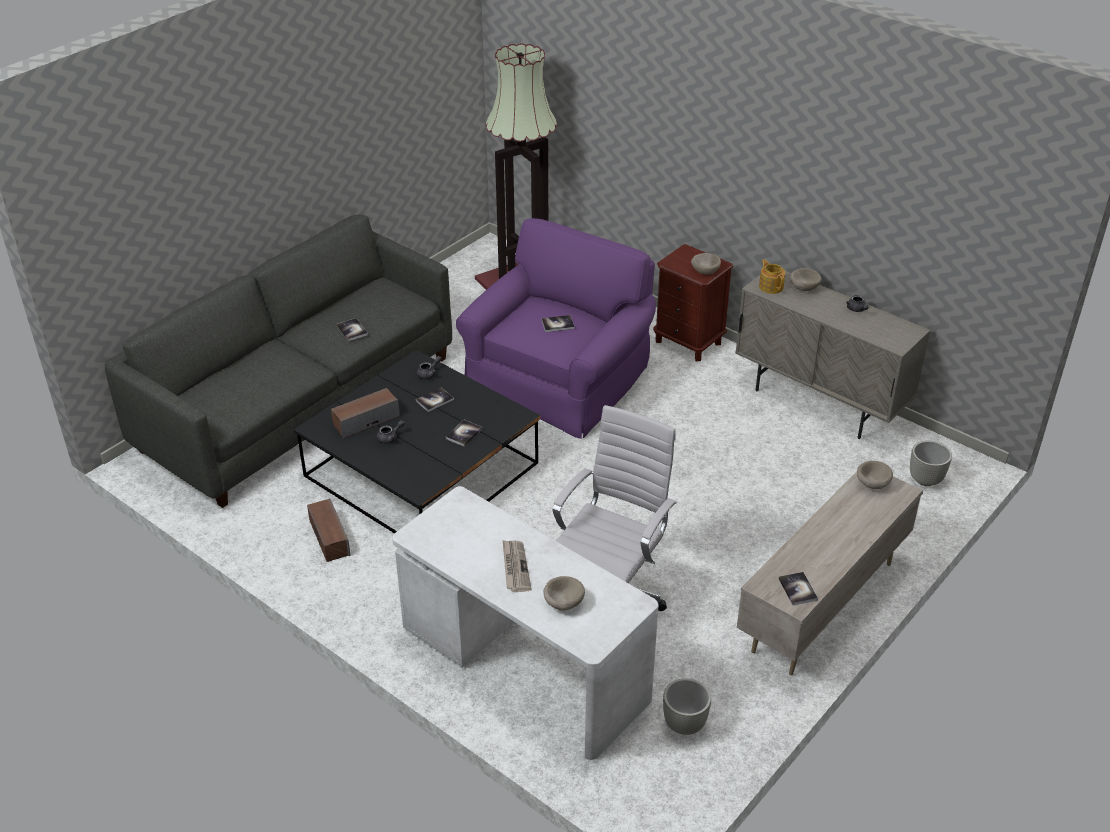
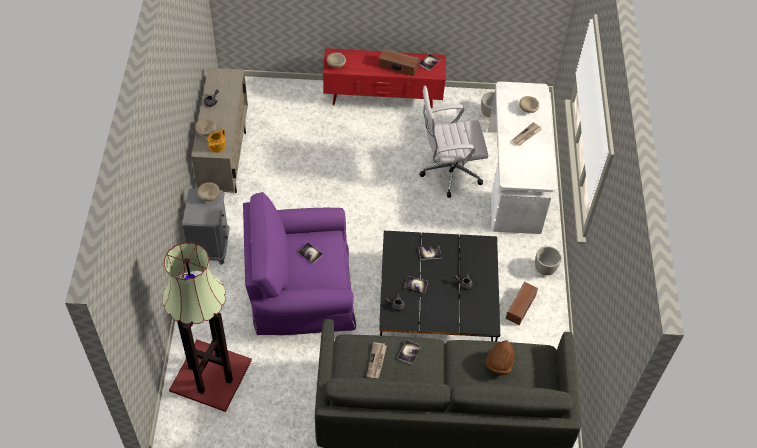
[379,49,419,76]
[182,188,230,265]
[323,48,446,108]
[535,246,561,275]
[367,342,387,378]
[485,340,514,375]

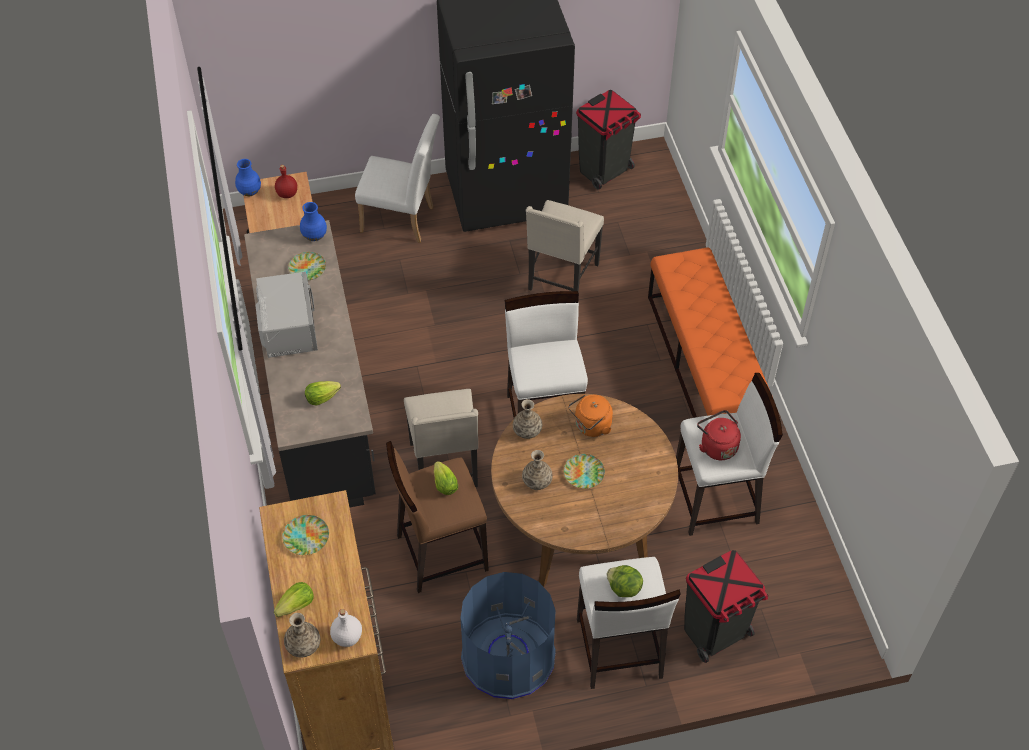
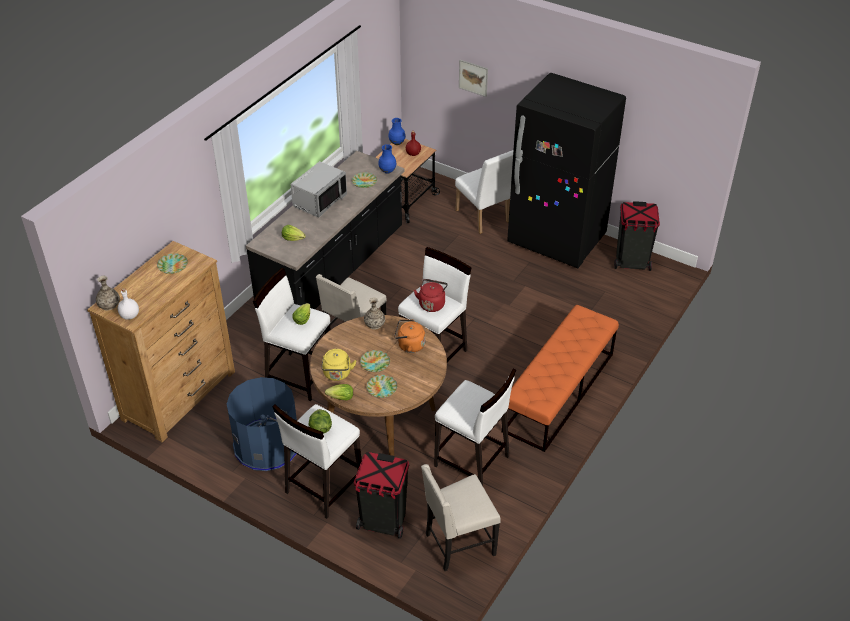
[325,384,353,401]
[253,268,331,401]
[522,450,553,490] (first image)
[421,464,501,571]
[414,279,448,312]
[321,349,357,381]
[366,375,397,398]
[459,60,488,97]

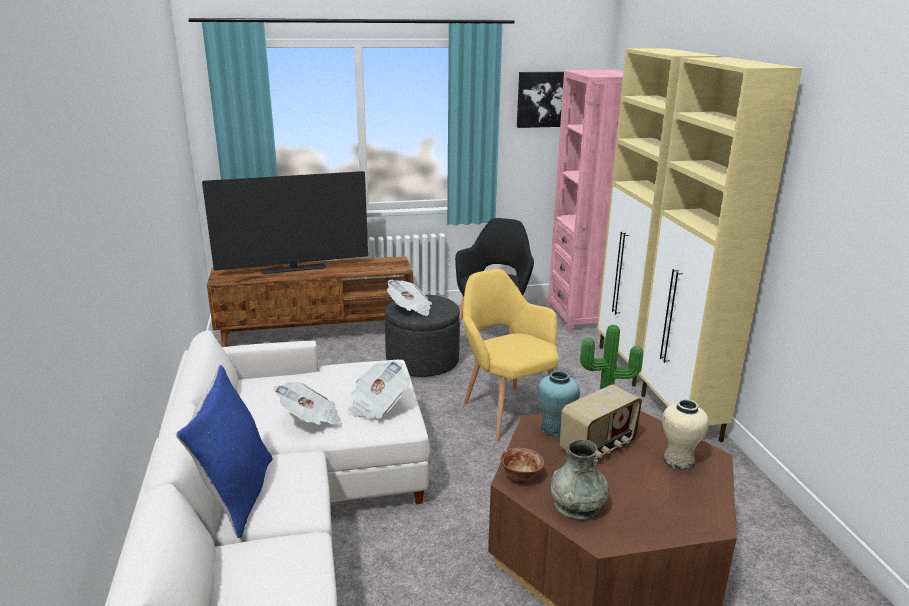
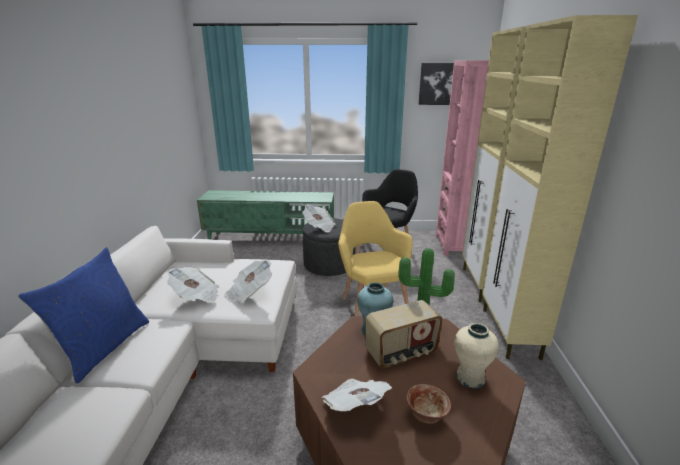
[202,171,368,274] (first image)
[197,190,334,239]
[407,384,451,424]
[322,378,392,411]

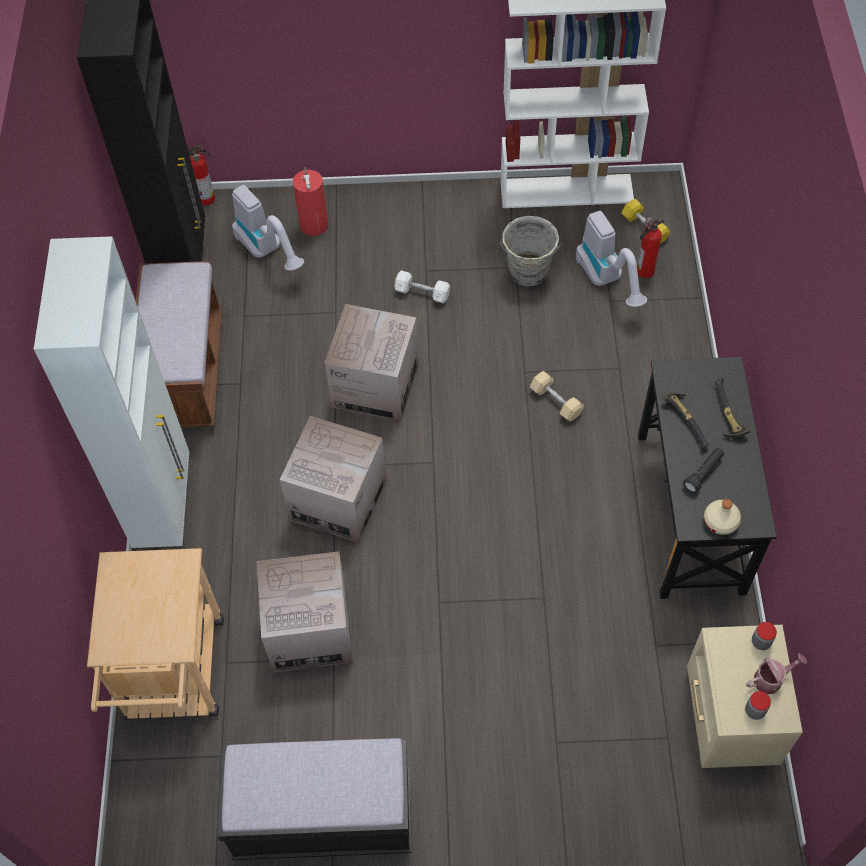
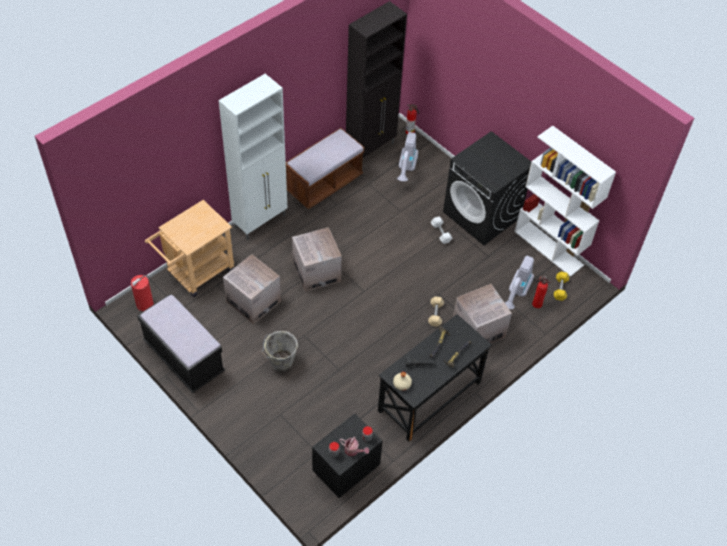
[131,275,154,311]
[453,284,512,344]
[262,331,298,371]
[312,413,383,498]
[443,131,531,245]

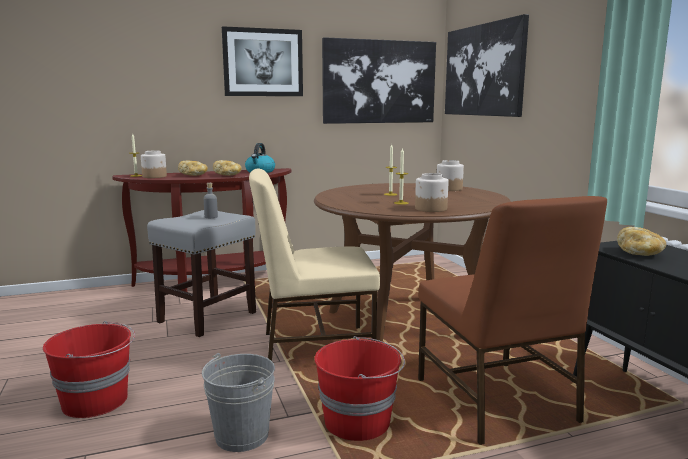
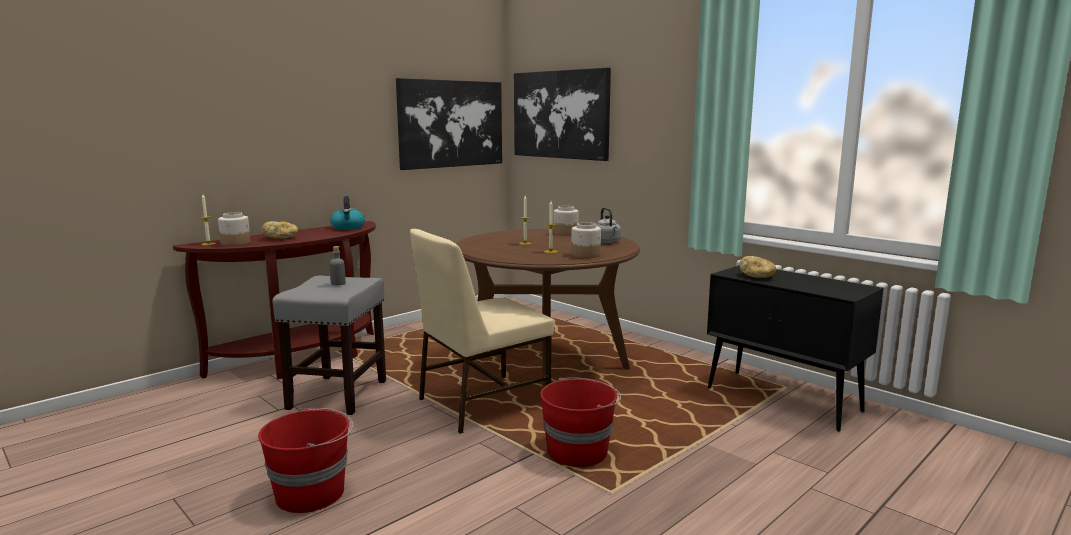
[202,353,275,452] (first image)
[213,160,242,176] (first image)
[222,26,303,96] (first image)
[418,196,607,445] (first image)
[596,207,621,243]

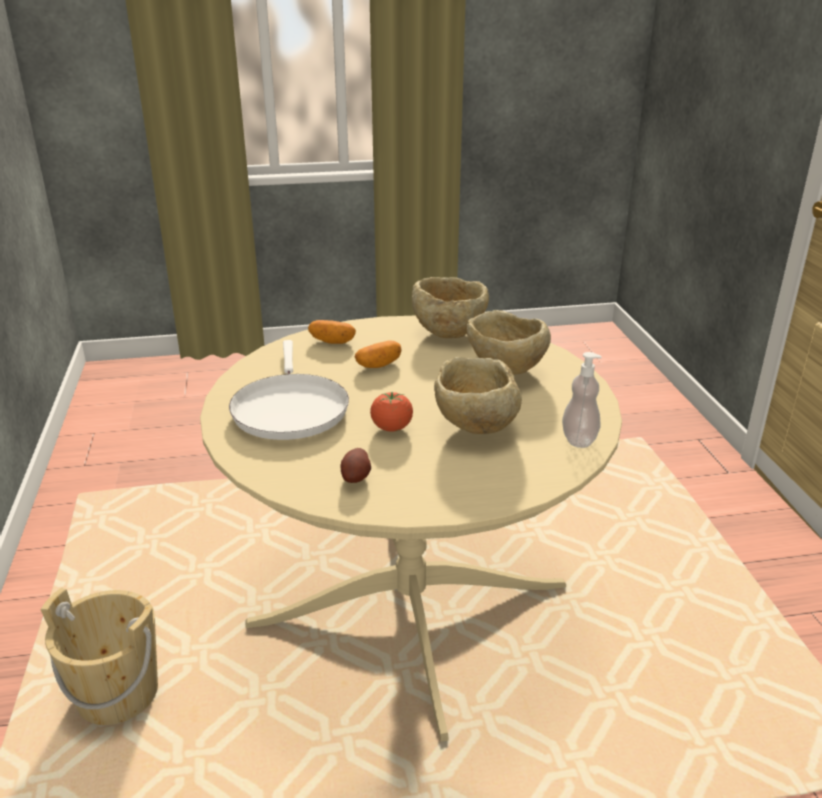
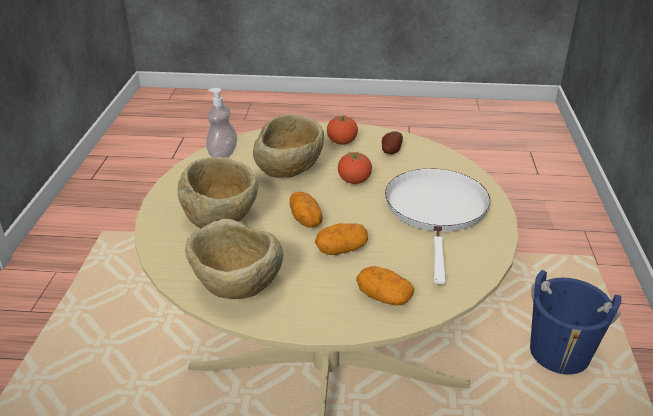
[530,270,621,375]
[289,192,323,228]
[327,115,358,145]

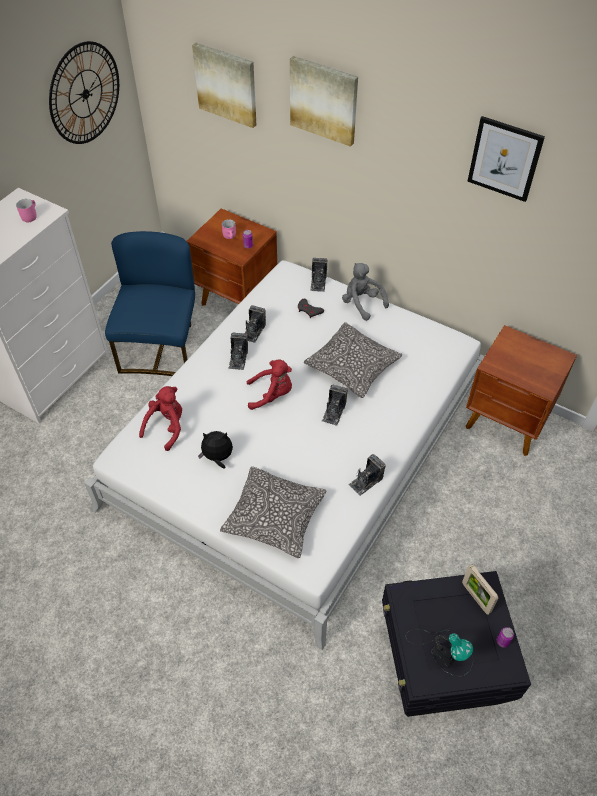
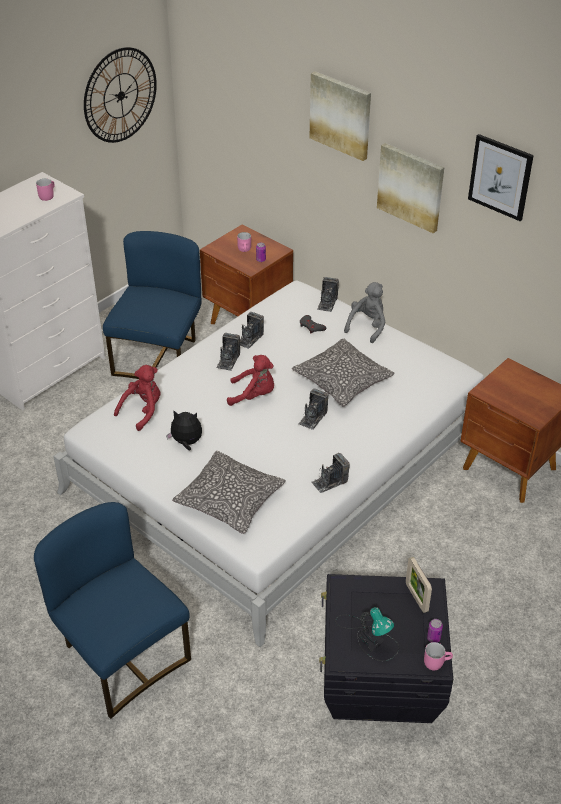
[377,143,444,233]
[344,282,386,343]
[34,502,191,719]
[424,642,453,670]

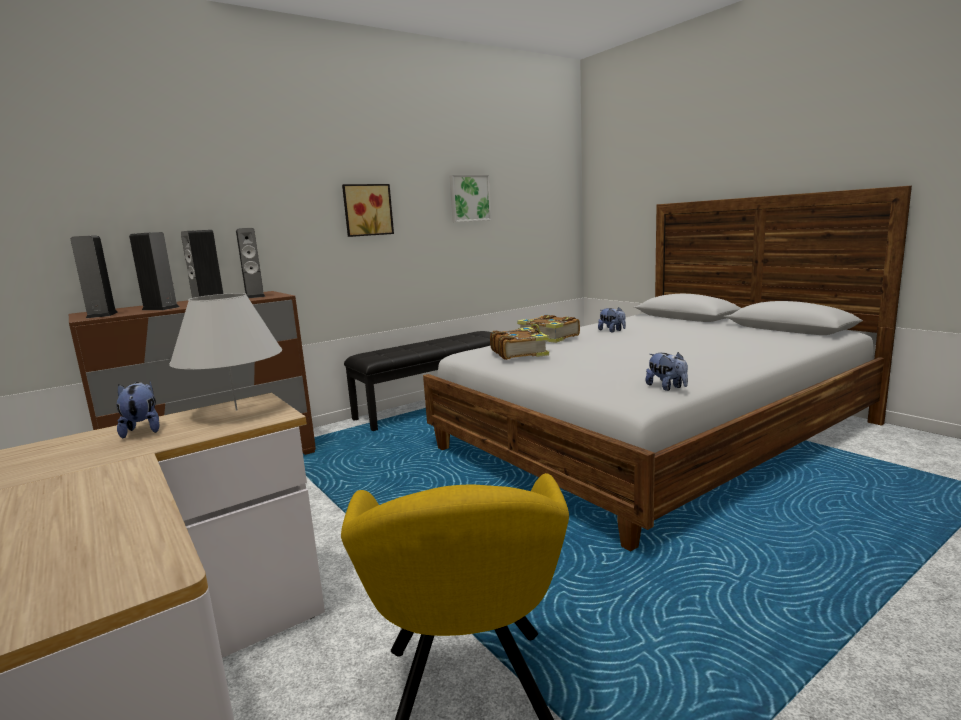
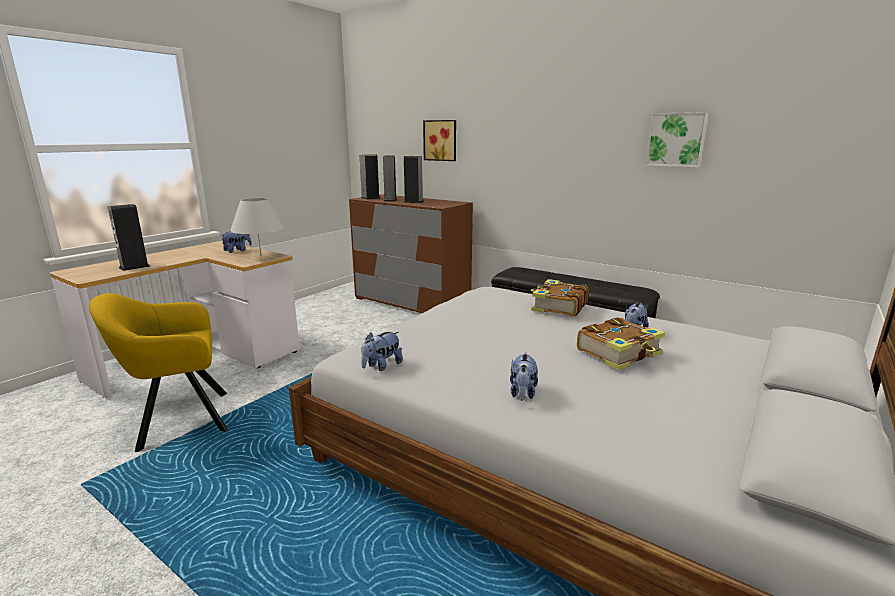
[108,204,150,271]
[423,120,456,161]
[577,317,665,370]
[510,352,538,401]

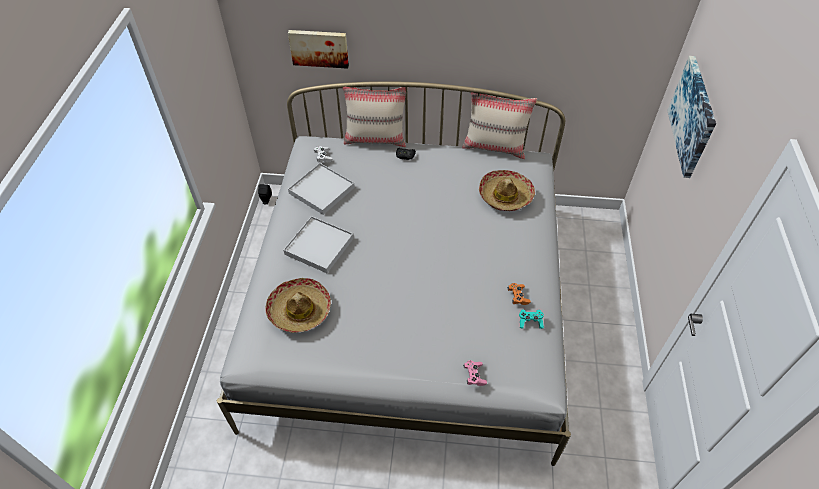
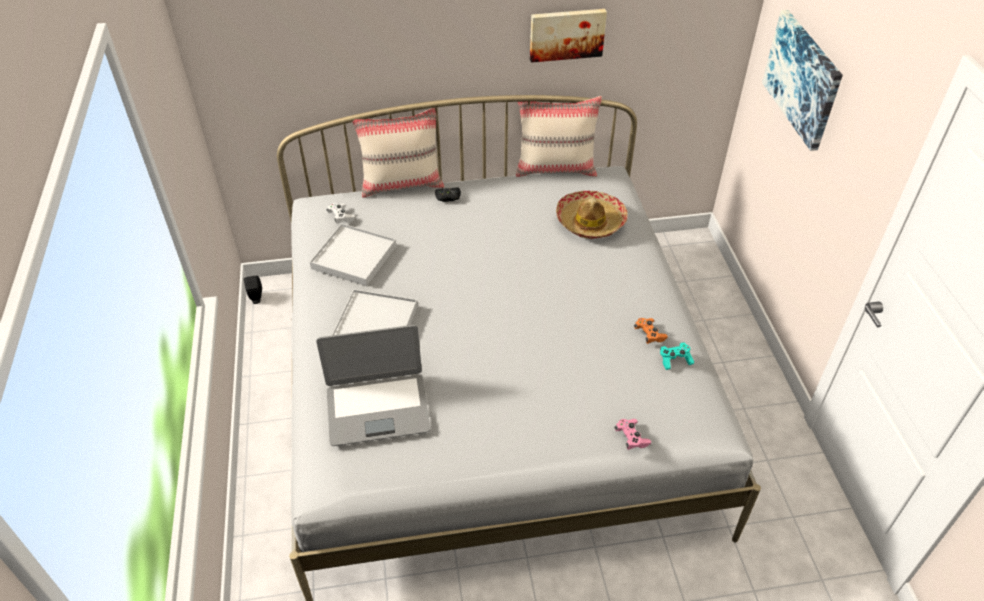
[316,325,431,446]
[530,9,607,63]

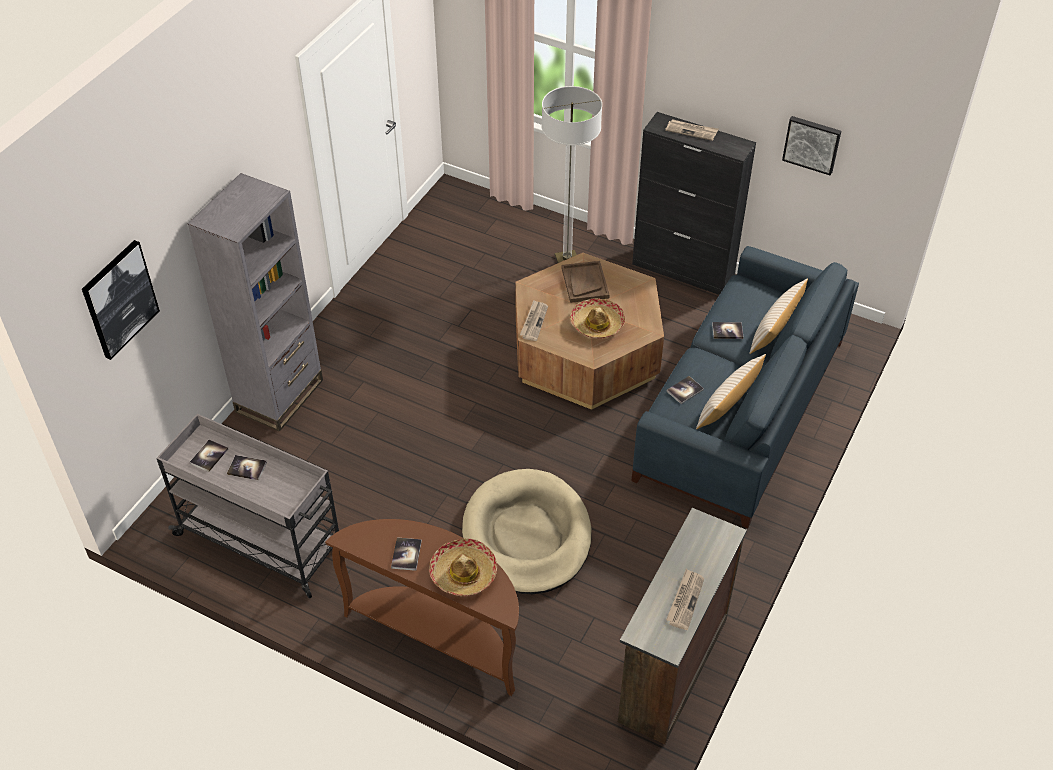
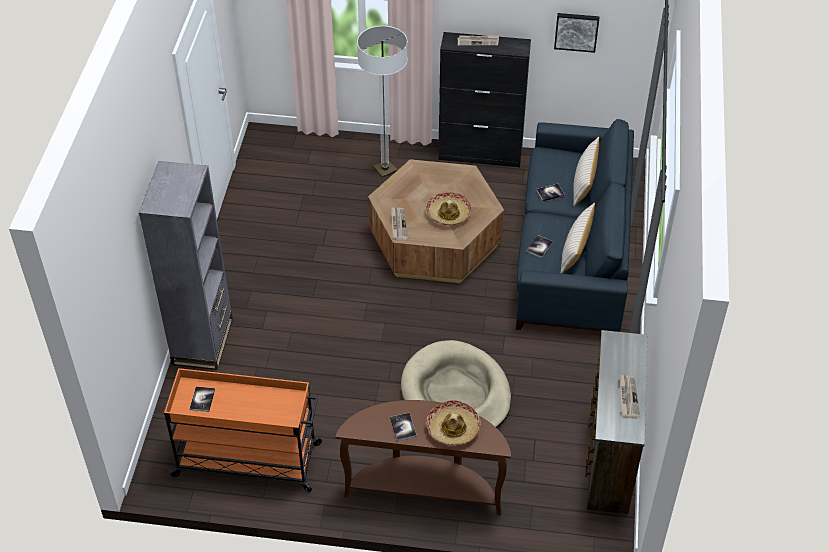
[82,240,160,360] (first image)
[164,368,322,492]
[227,455,267,480] (first image)
[562,261,610,303] (first image)

